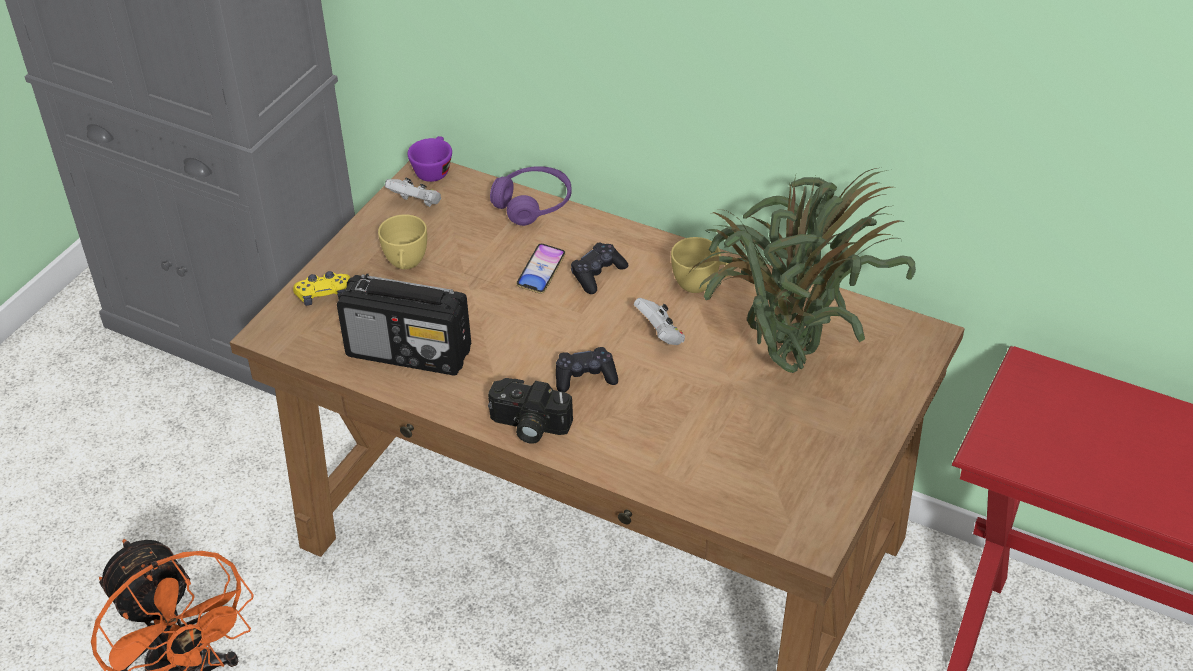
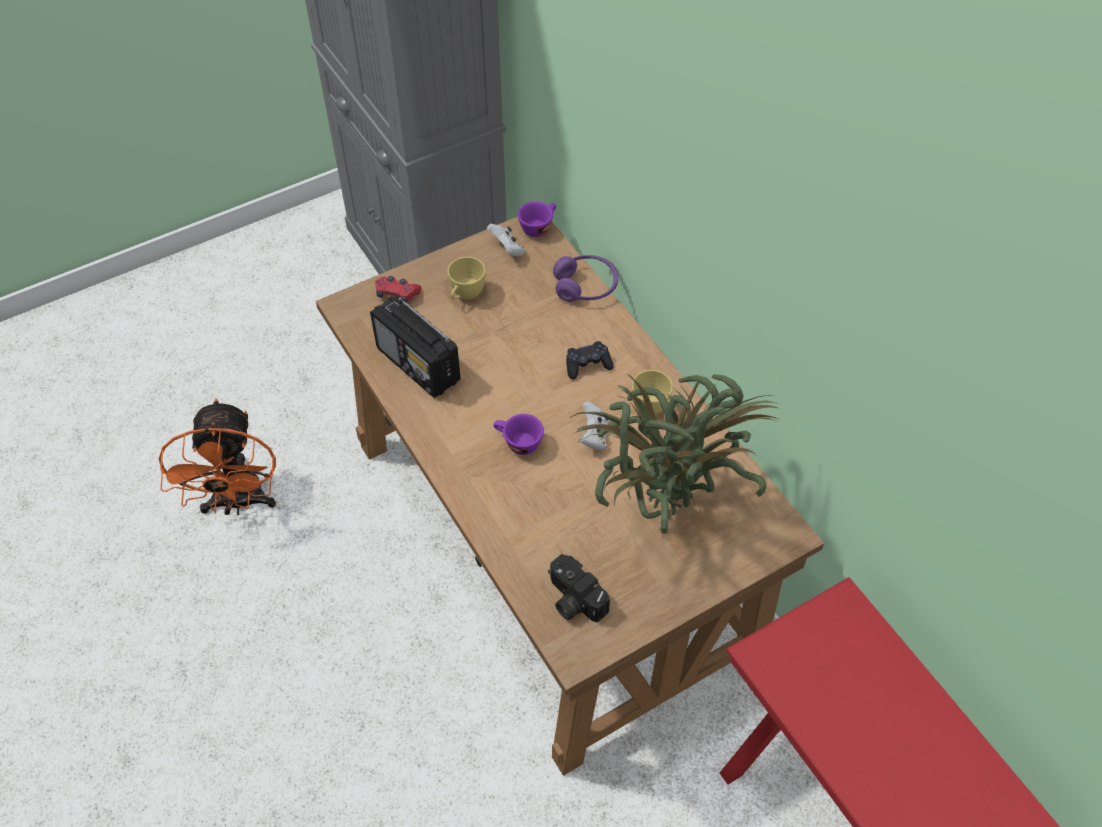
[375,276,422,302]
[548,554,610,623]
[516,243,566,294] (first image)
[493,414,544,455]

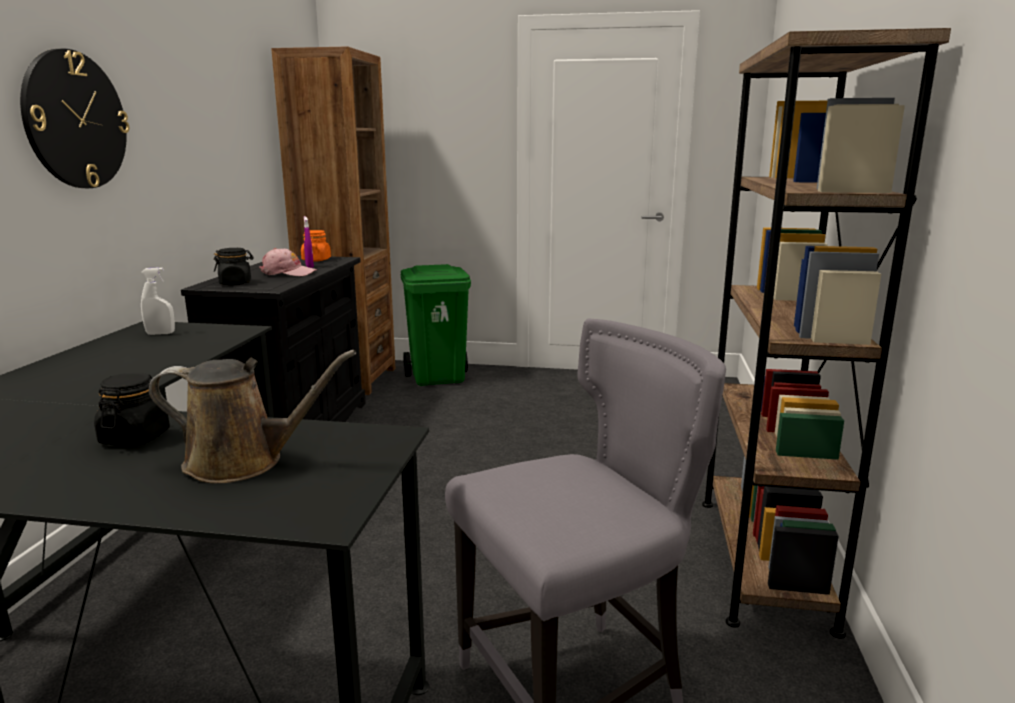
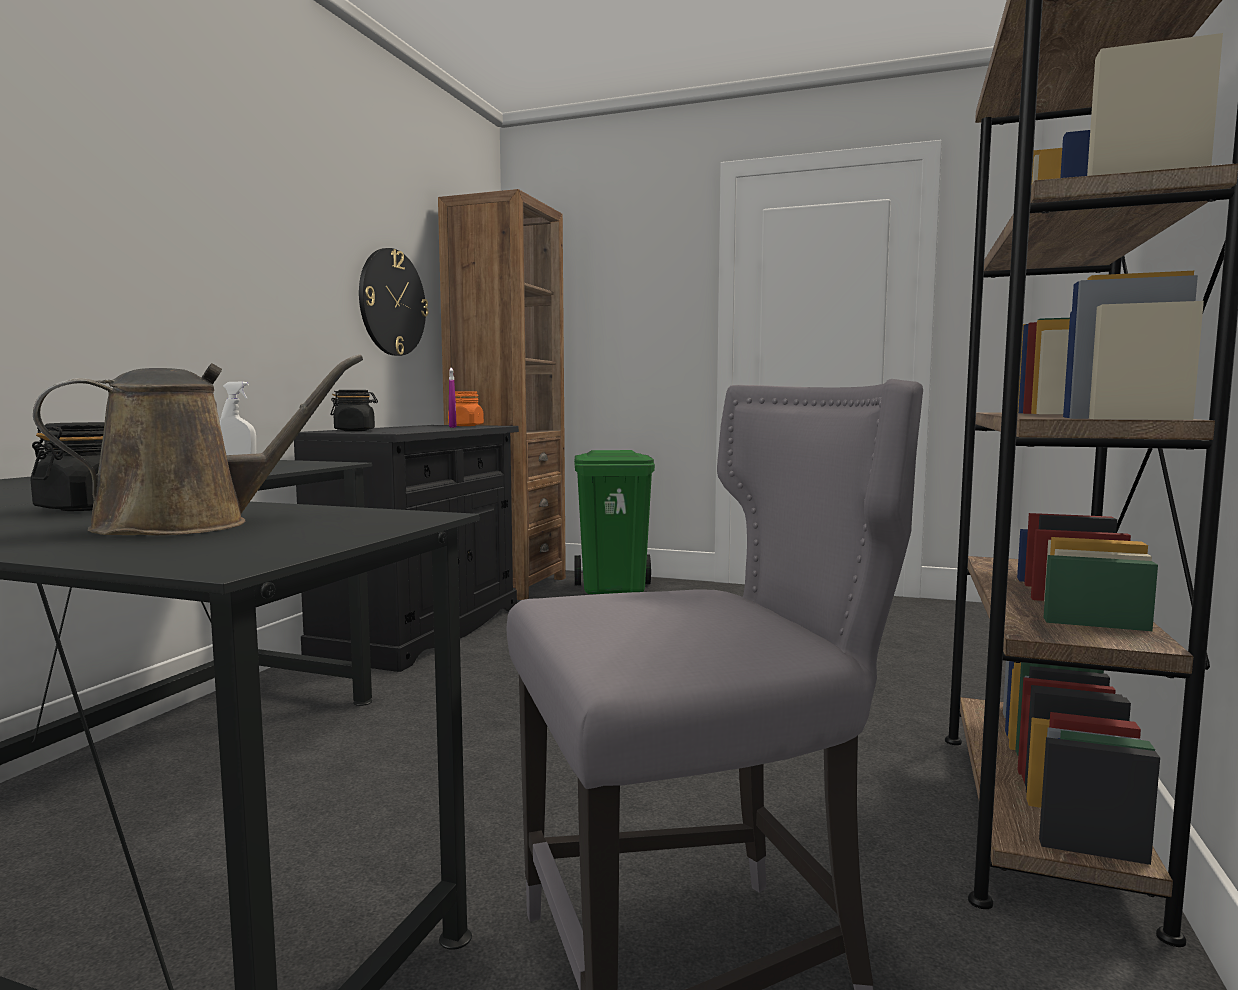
[359,248,429,356]
[33,354,363,535]
[259,248,317,276] (first image)

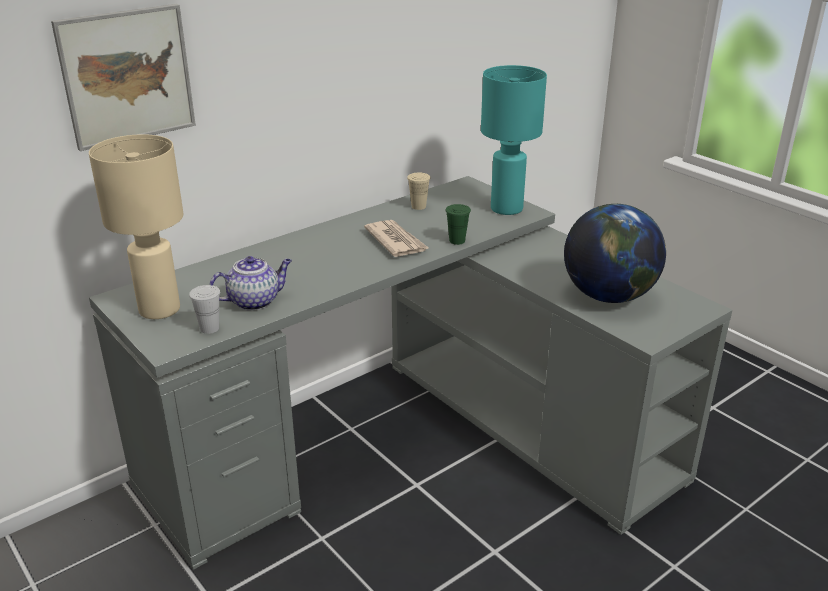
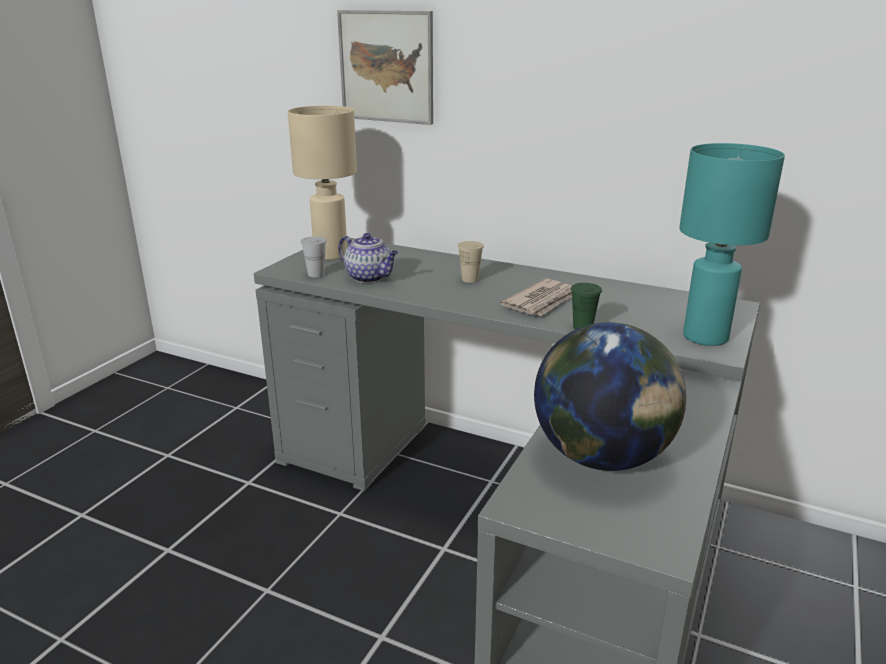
[457,241,484,283]

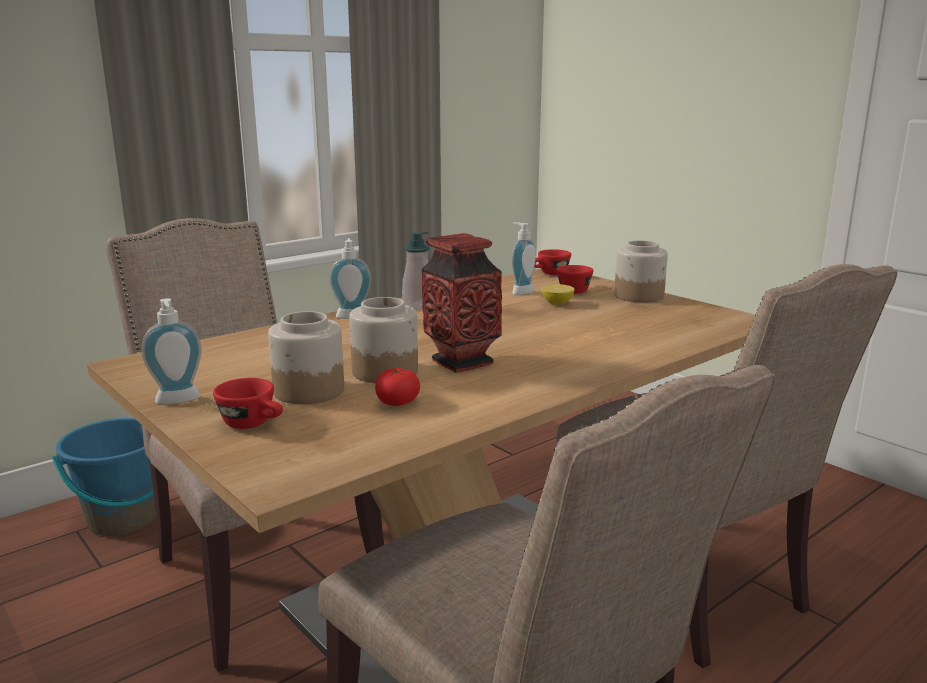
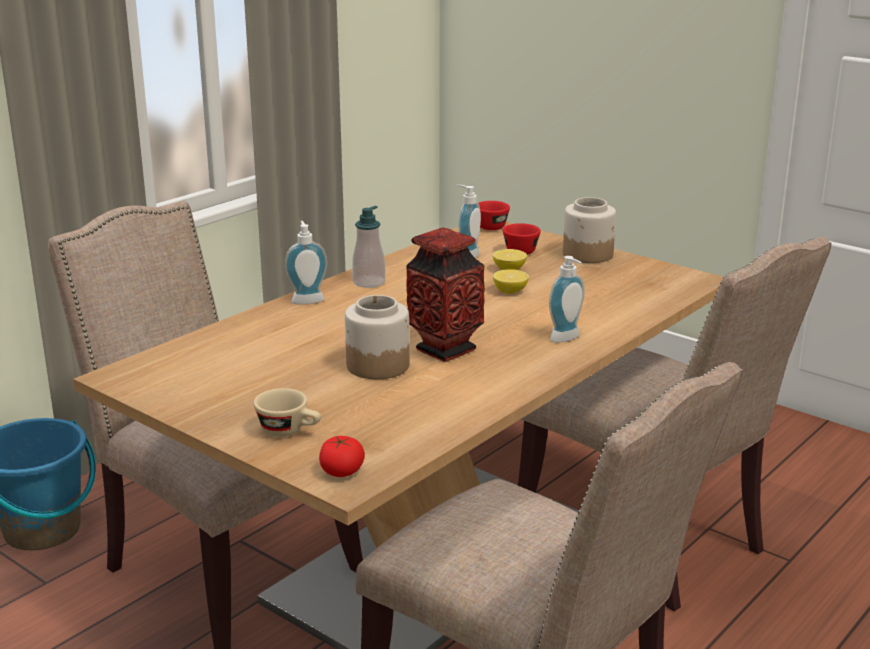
[549,256,585,343]
[253,388,321,437]
[268,311,344,404] (first image)
[319,436,365,477]
[493,269,529,294]

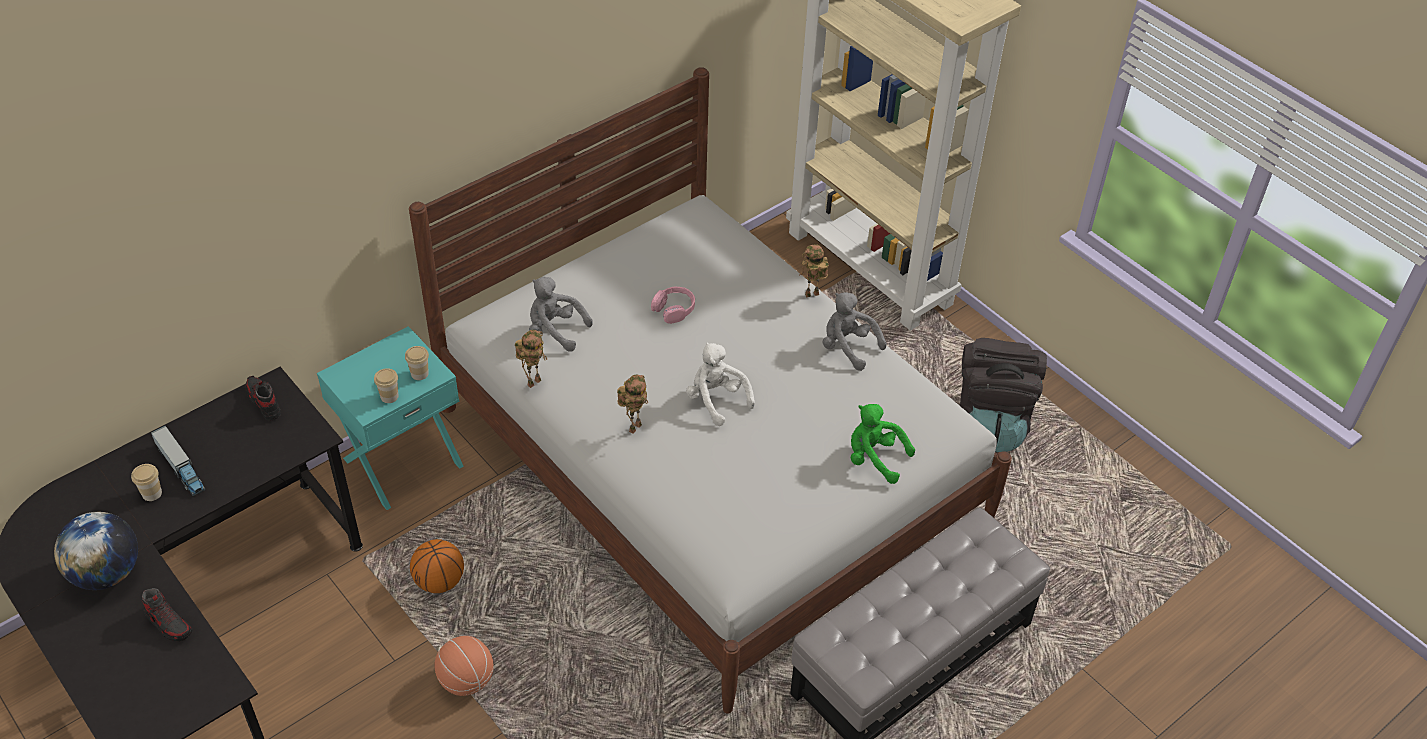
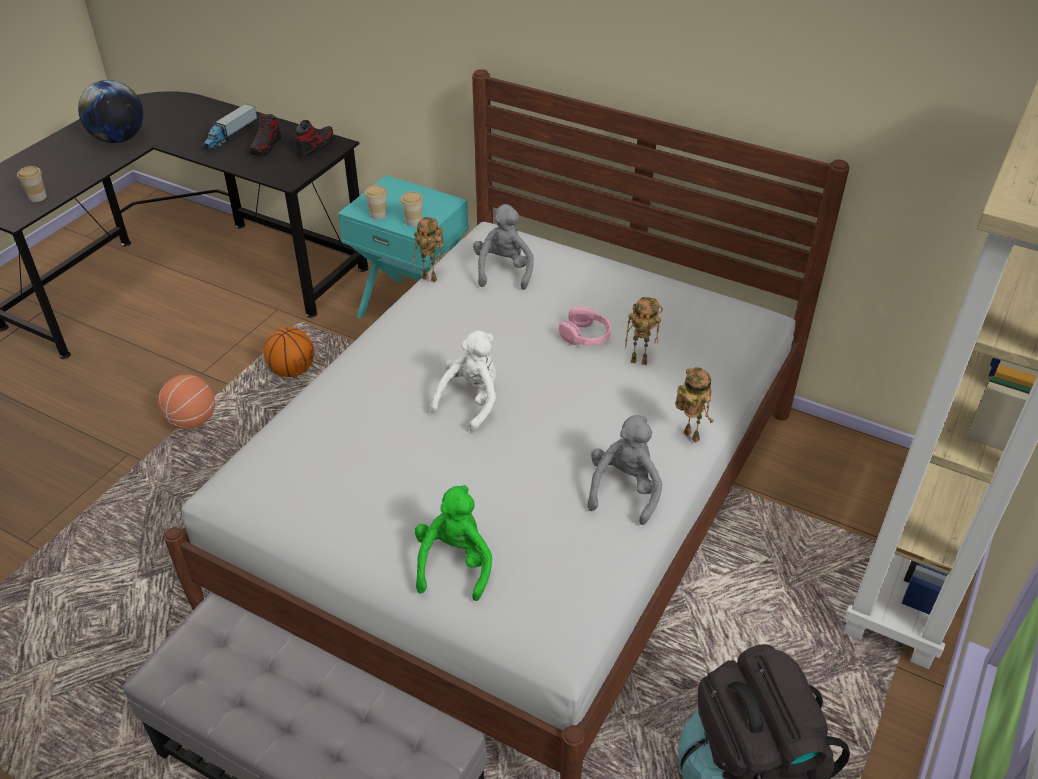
[17,166,47,202]
[249,114,281,156]
[625,297,663,365]

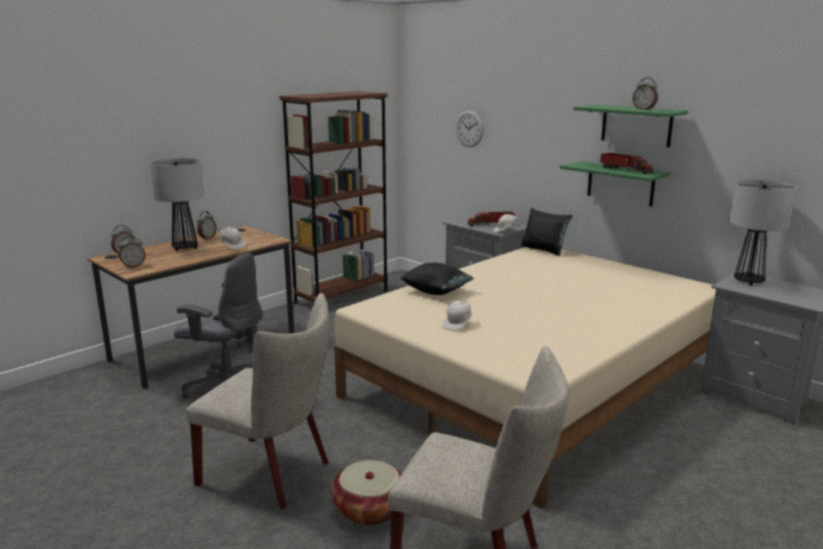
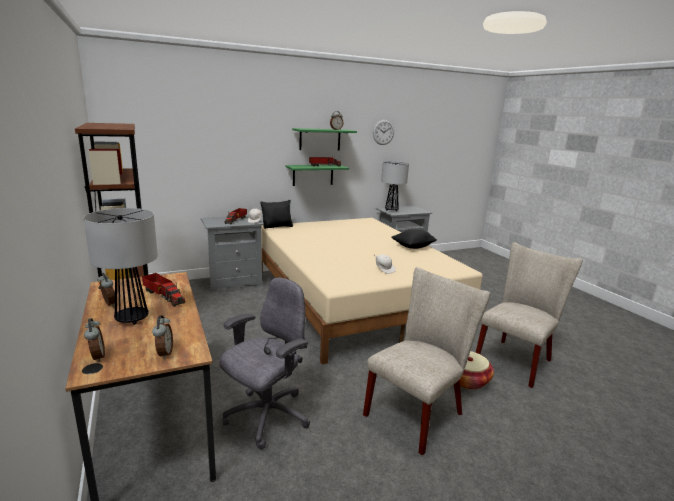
[142,273,185,307]
[391,229,437,249]
[373,120,394,145]

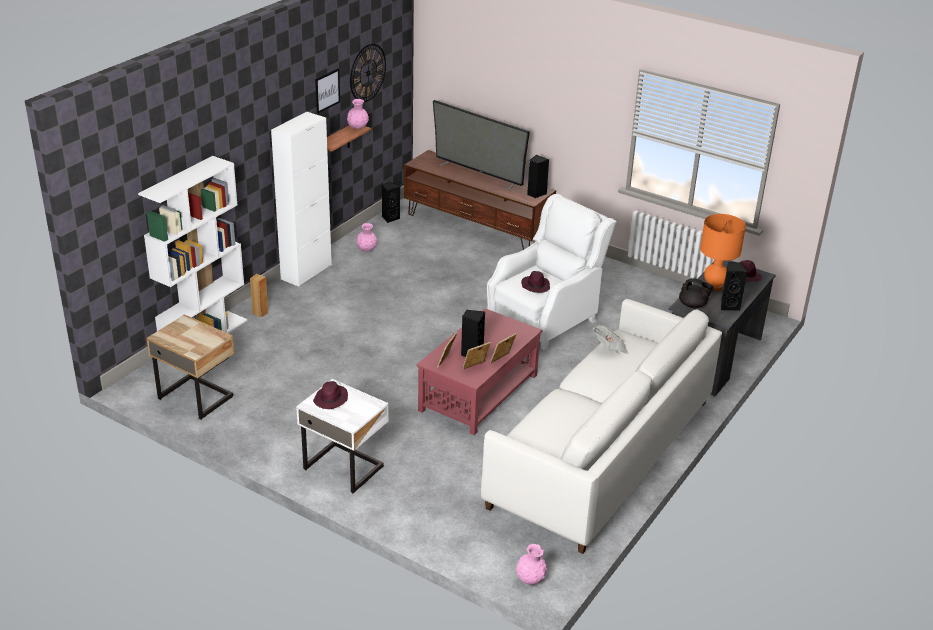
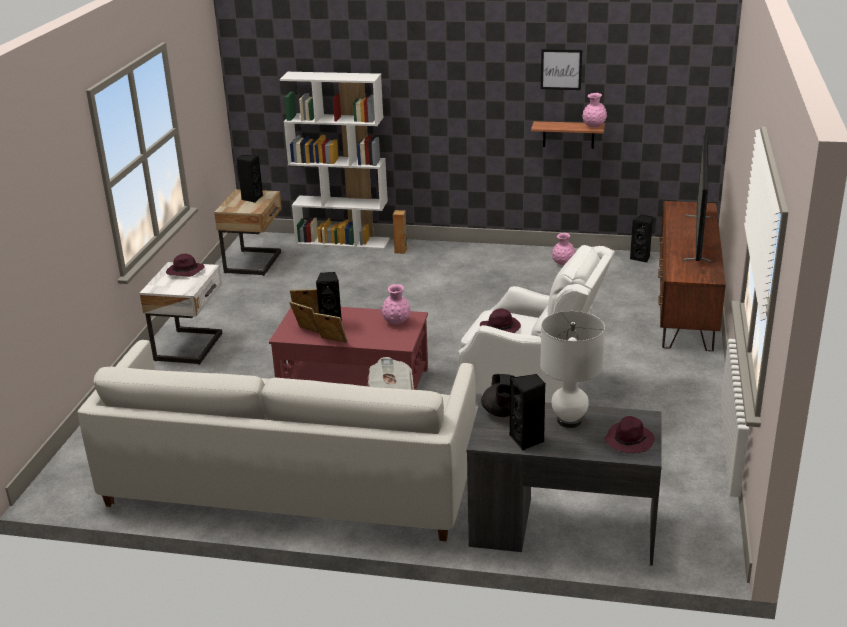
[271,112,332,287] (first image)
[350,44,386,102] (first image)
[381,284,411,325]
[237,155,263,203]
[540,311,605,428]

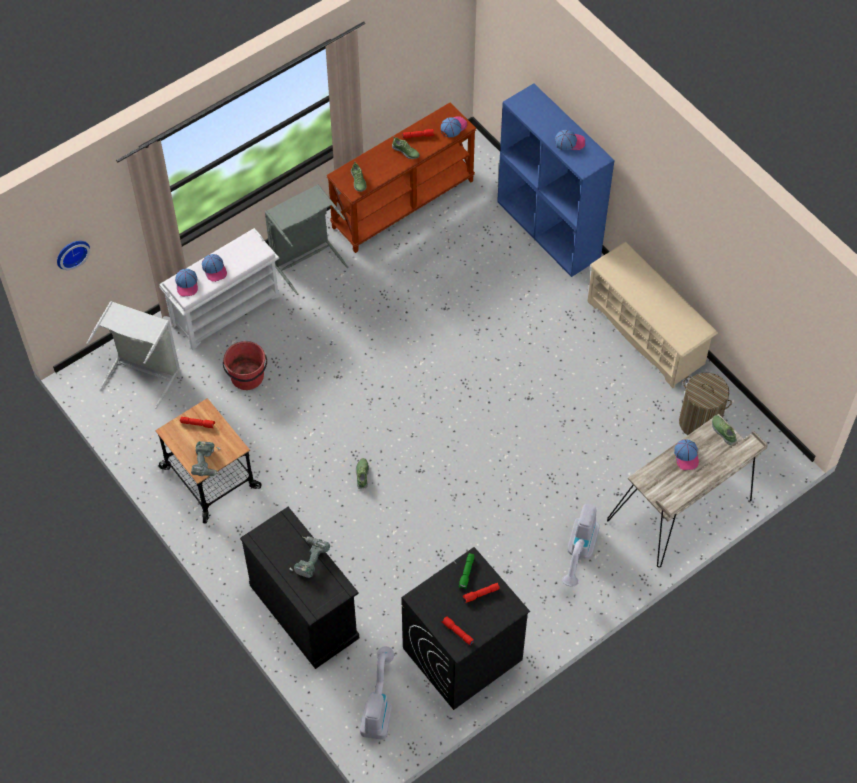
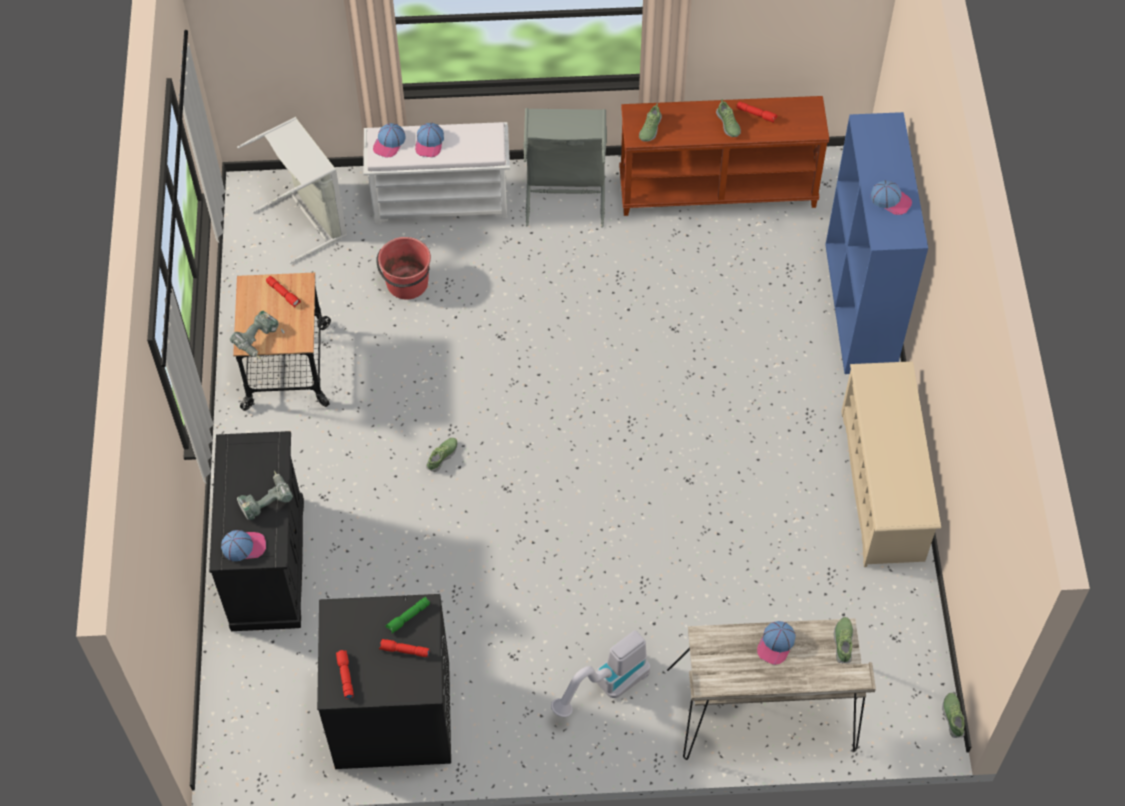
[57,241,90,270] (first image)
[360,646,394,740] (first image)
[221,530,266,561]
[679,373,732,435] (first image)
[942,693,965,738]

